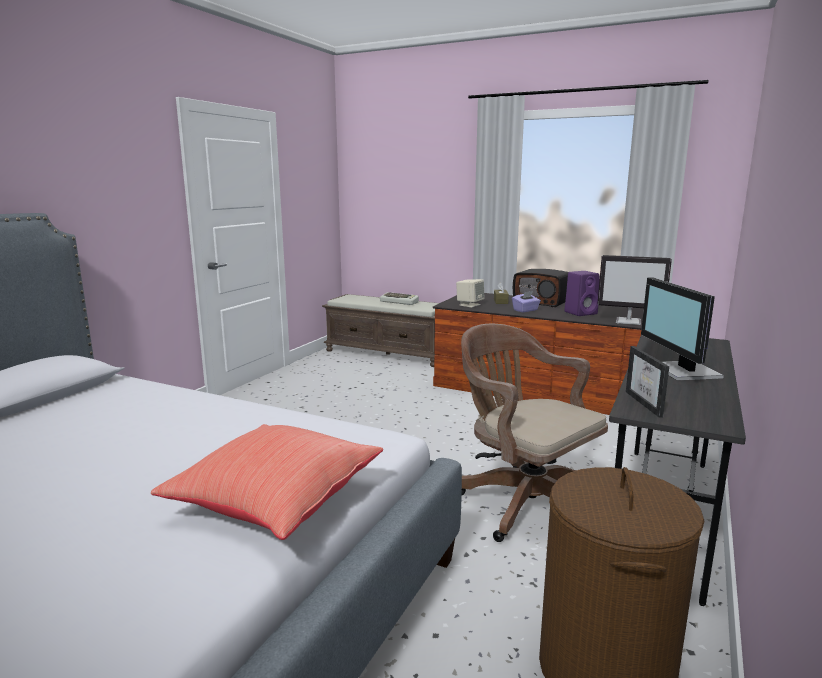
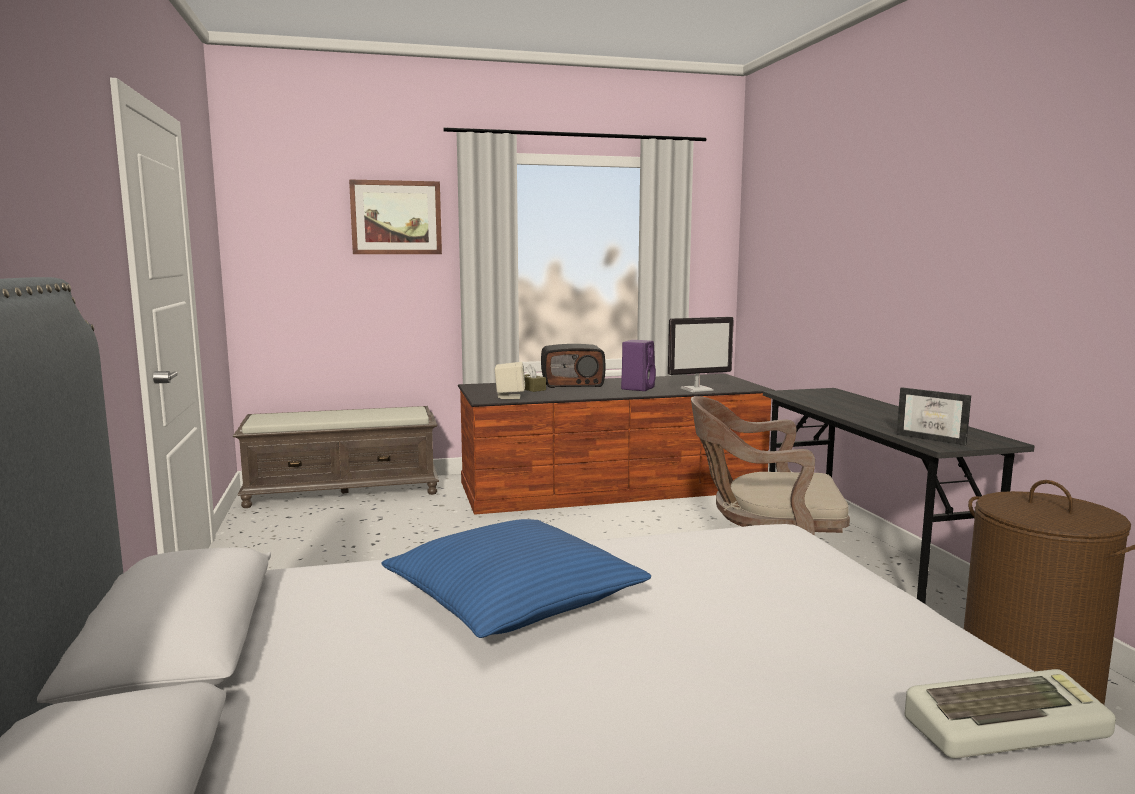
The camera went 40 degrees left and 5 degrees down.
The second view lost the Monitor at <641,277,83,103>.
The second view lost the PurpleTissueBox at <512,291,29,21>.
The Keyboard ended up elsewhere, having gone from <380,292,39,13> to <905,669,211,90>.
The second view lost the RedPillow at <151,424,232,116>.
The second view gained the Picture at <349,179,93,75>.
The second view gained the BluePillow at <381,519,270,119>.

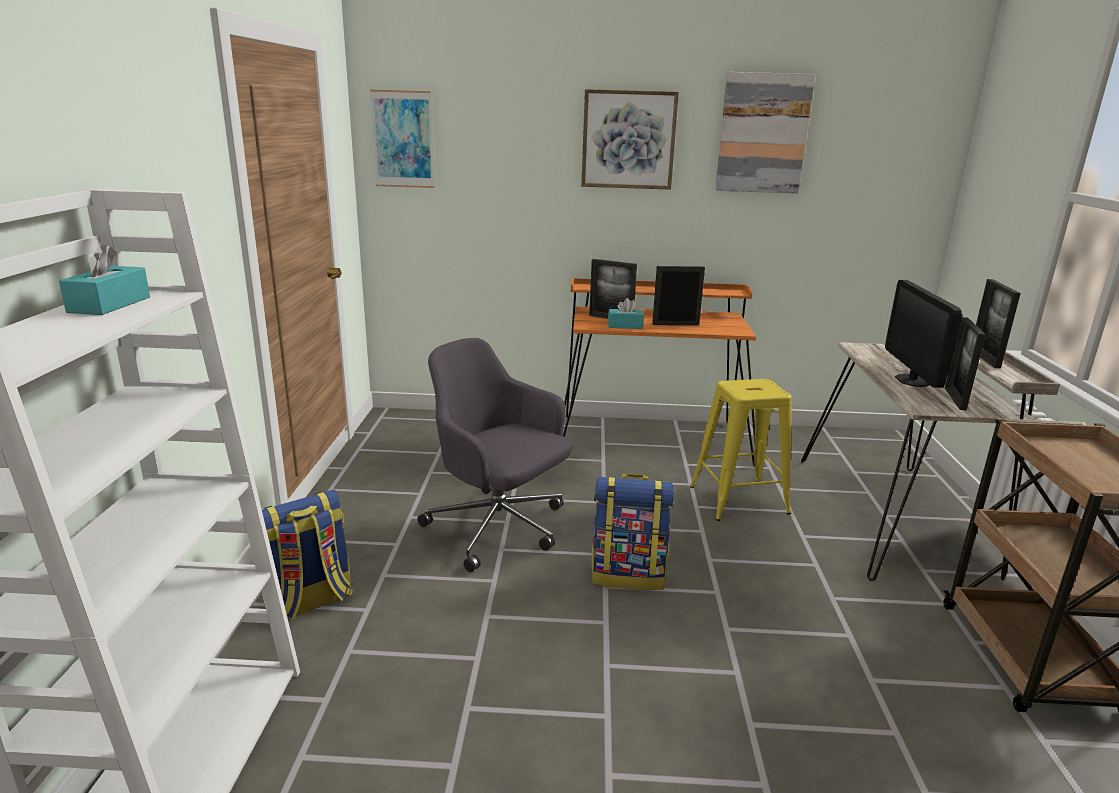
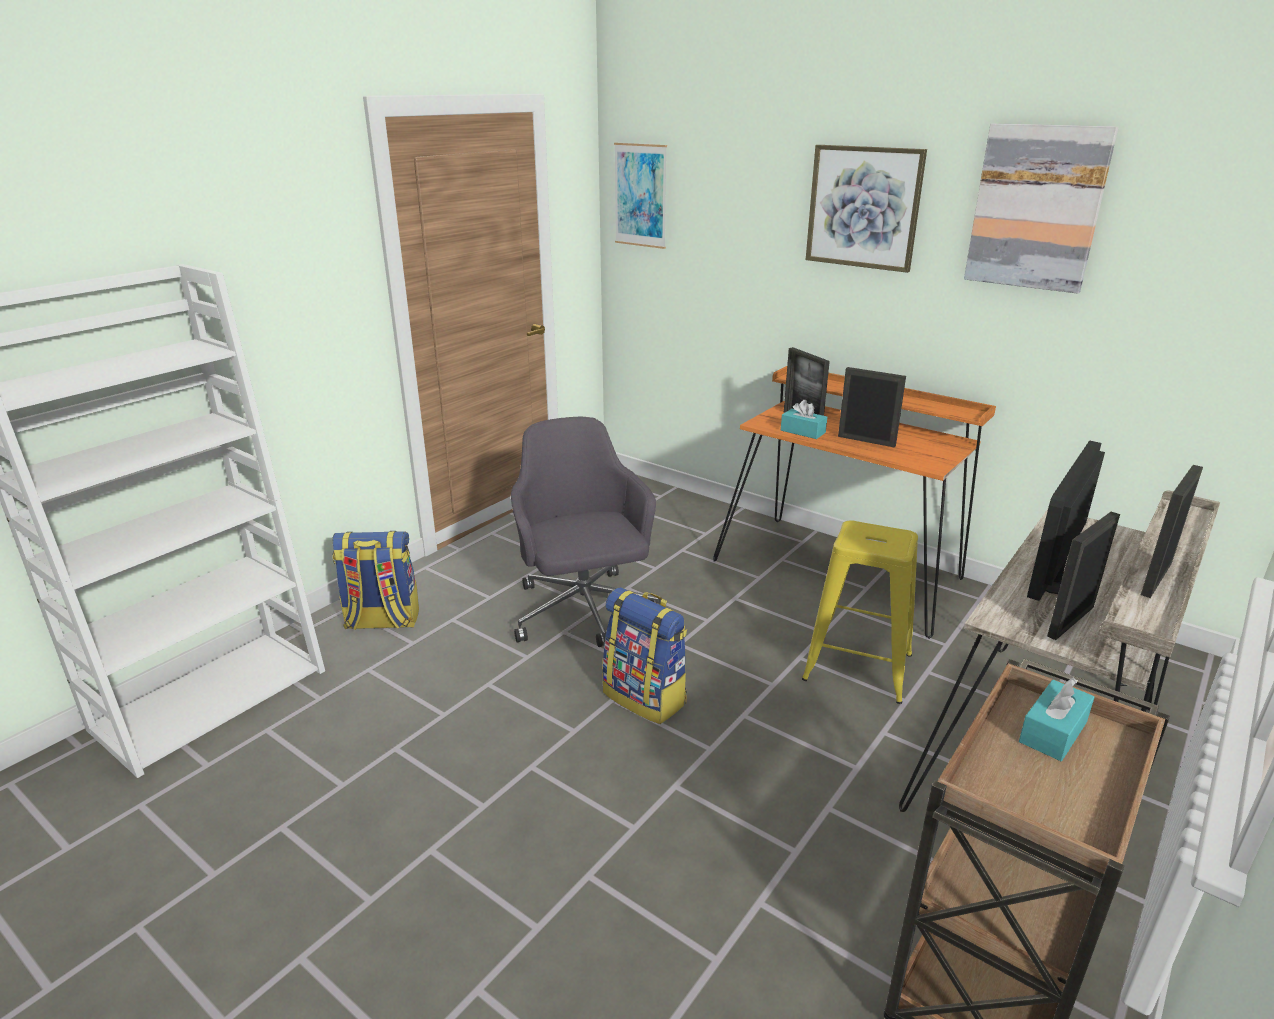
The camera went 35 degrees right and 5 degrees up.
The TurquoiseTissueBox ended up elsewhere, having gone from <59,243,91,72> to <1019,677,76,84>.

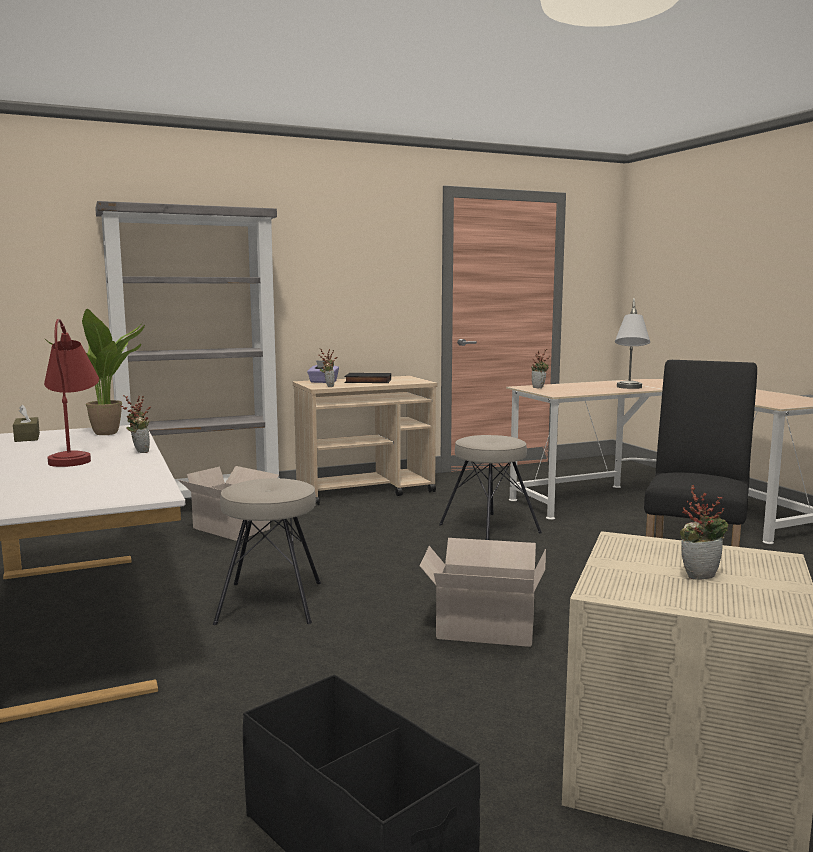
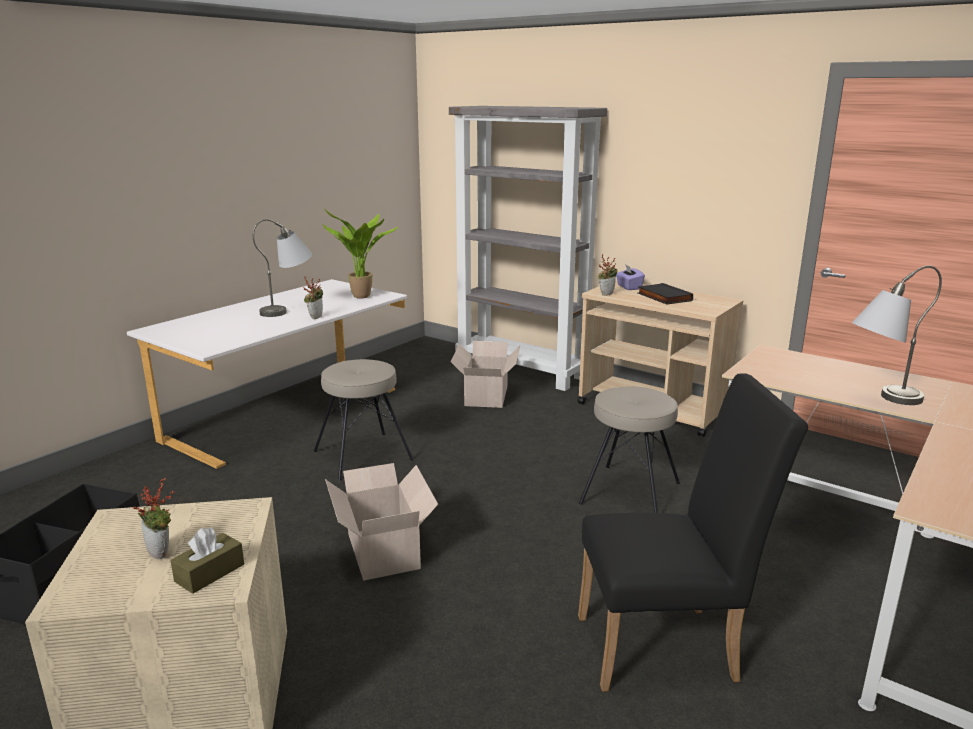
The camera went 60 degrees right and 10 degrees up.
What was the RedTableLamp at <44,319,55,148> turned into the GreyTableLamp at <253,219,59,98>.
The second view lost the PottedPlant at <531,349,20,40>.
The BrownTissueBox ended up elsewhere, having gone from <13,404,27,38> to <170,527,74,67>.

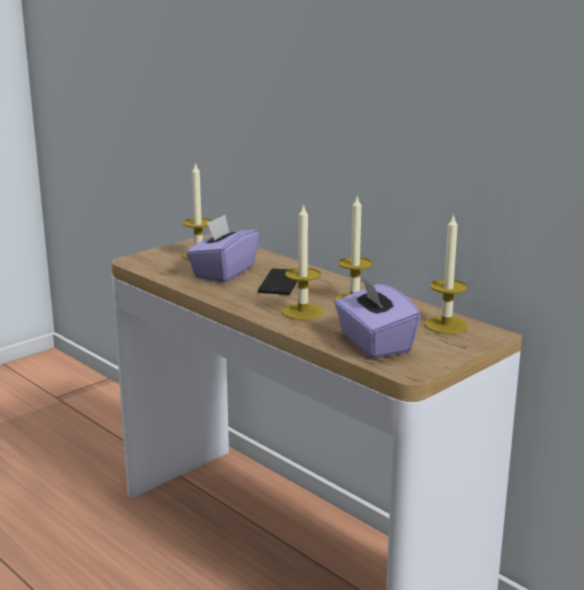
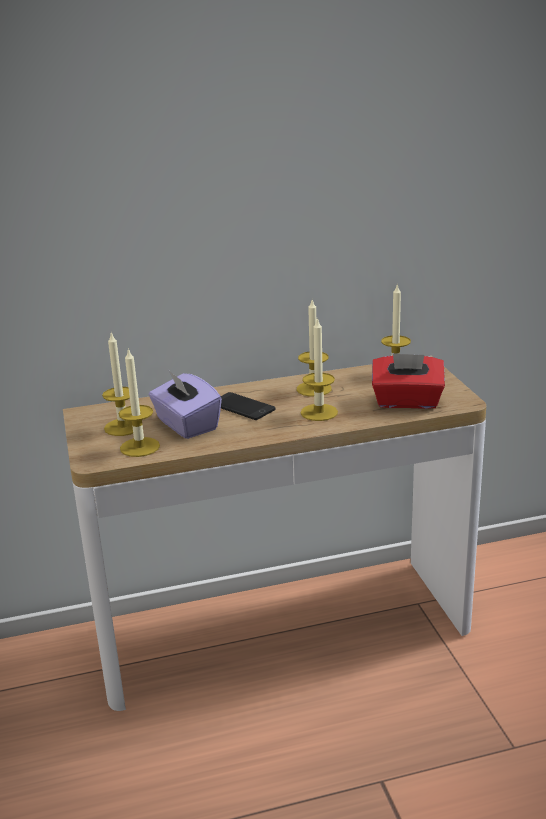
The camera went 60 degrees left and 5 degrees up.
What was the PurpleTissueBox at <334,277,87,82> turned into the RedTissueBox at <372,353,73,56>.
The second view gained the Candle at <119,348,41,109>.

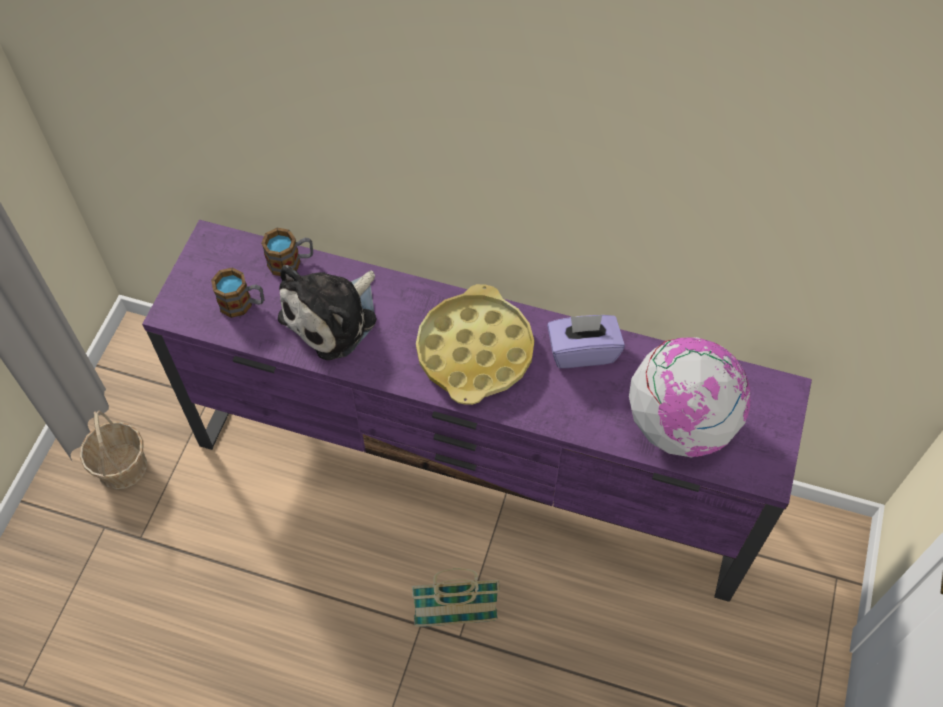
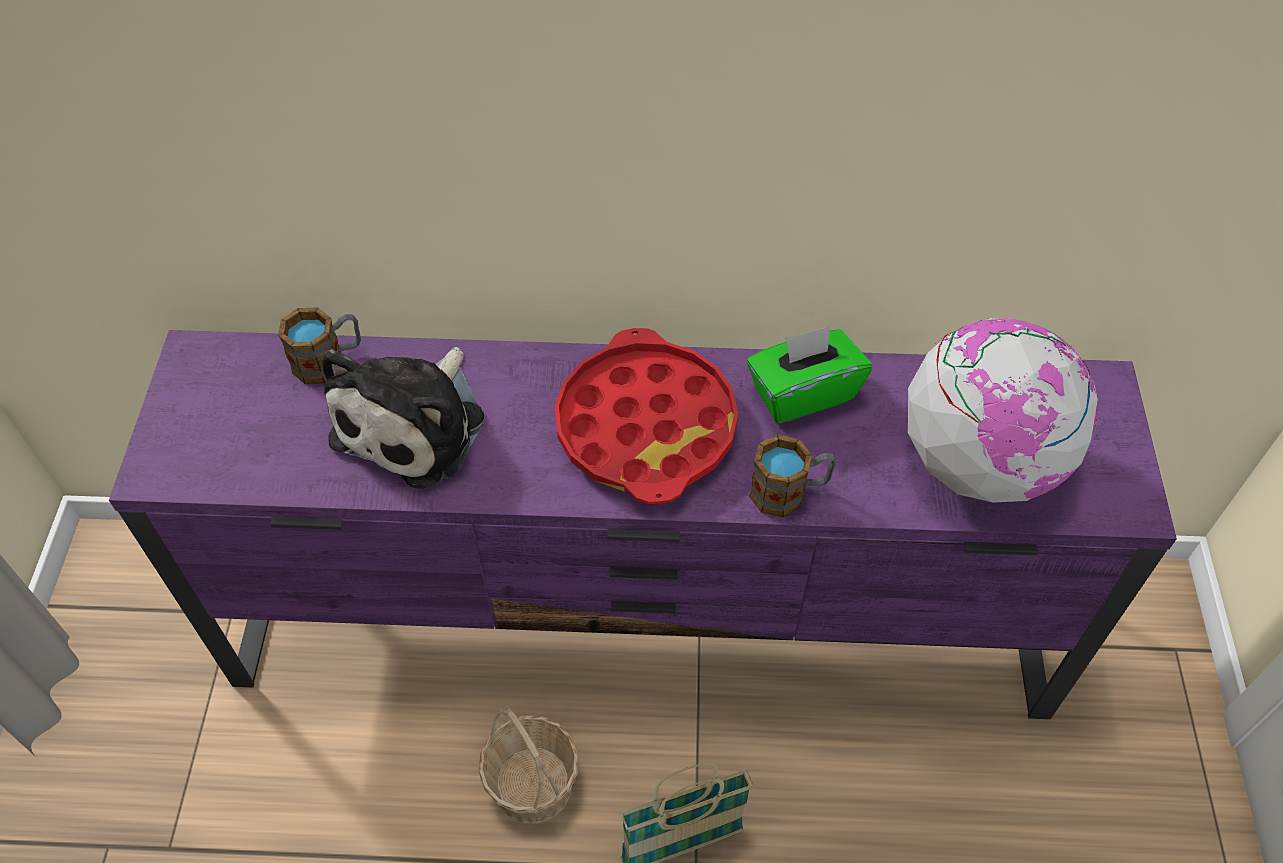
The camera went 15 degrees left and 5 degrees down.
The Mug ended up elsewhere, having gone from <211,267,53,51> to <749,434,87,83>.
What was the YellowTray at <416,284,118,121> turned into the RedTray at <555,328,183,176>.
What was the PurpleTissueBox at <547,315,78,53> turned into the GreenTissueBox at <747,326,125,97>.
The Basket ended up elsewhere, having gone from <80,411,67,78> to <478,706,101,118>.

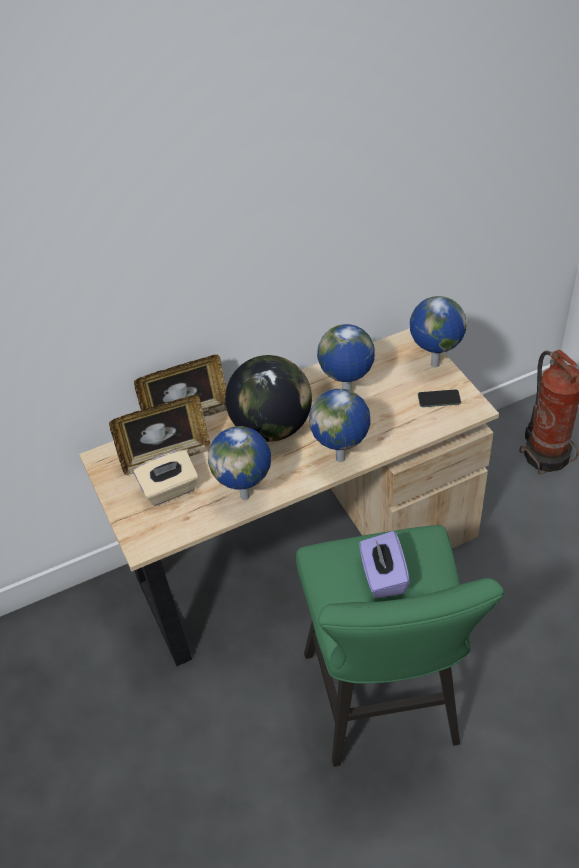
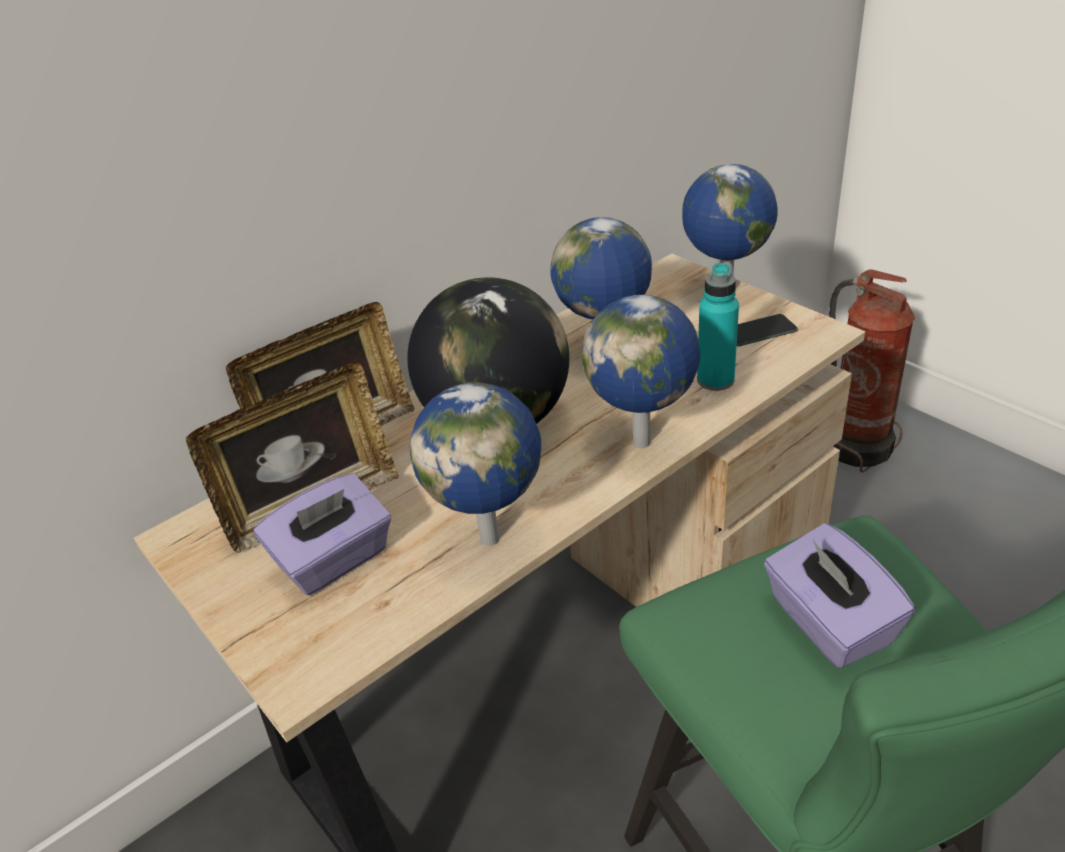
The camera went 15 degrees left and 10 degrees down.
What was the BeigeTissueBox at <134,450,64,56> turned into the PurpleTissueBox at <254,473,137,122>.
The second view gained the TurquoiseBottle at <697,263,42,128>.

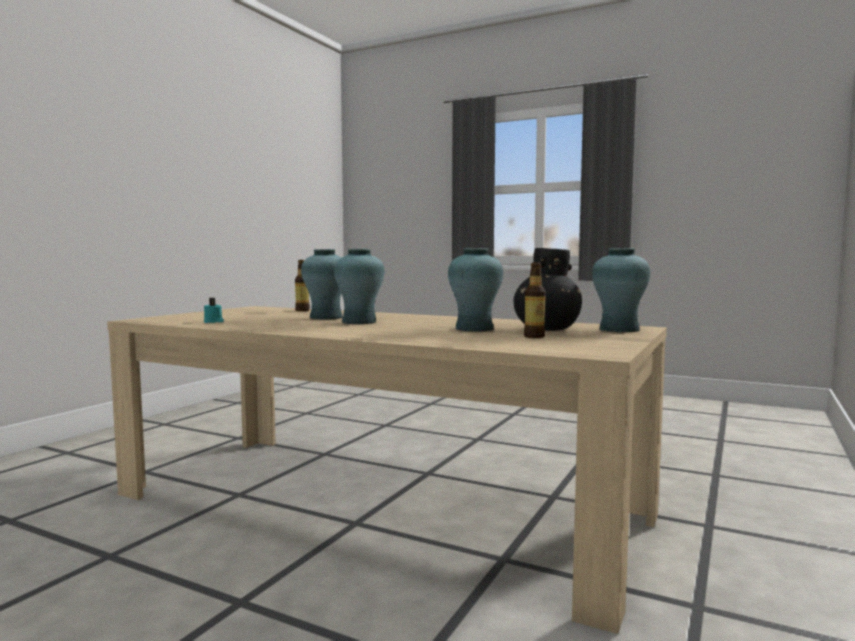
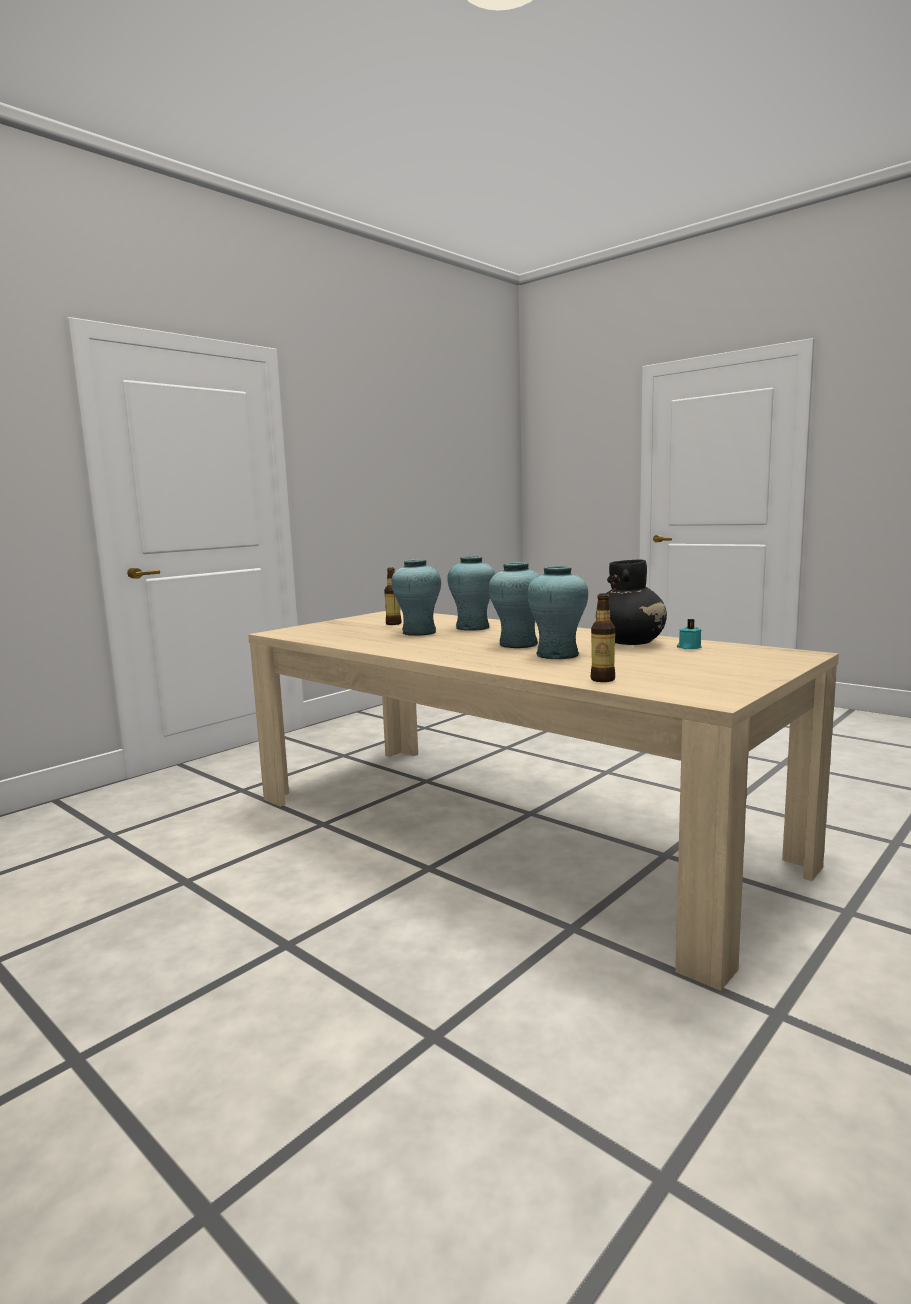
The camera went 165 degrees left and 5 degrees up.
The BlackVase ended up elsewhere, having gone from <513,248,69,83> to <596,559,71,86>.
The TurquoiseVase ended up elsewhere, having gone from <592,248,58,84> to <447,556,48,75>.

